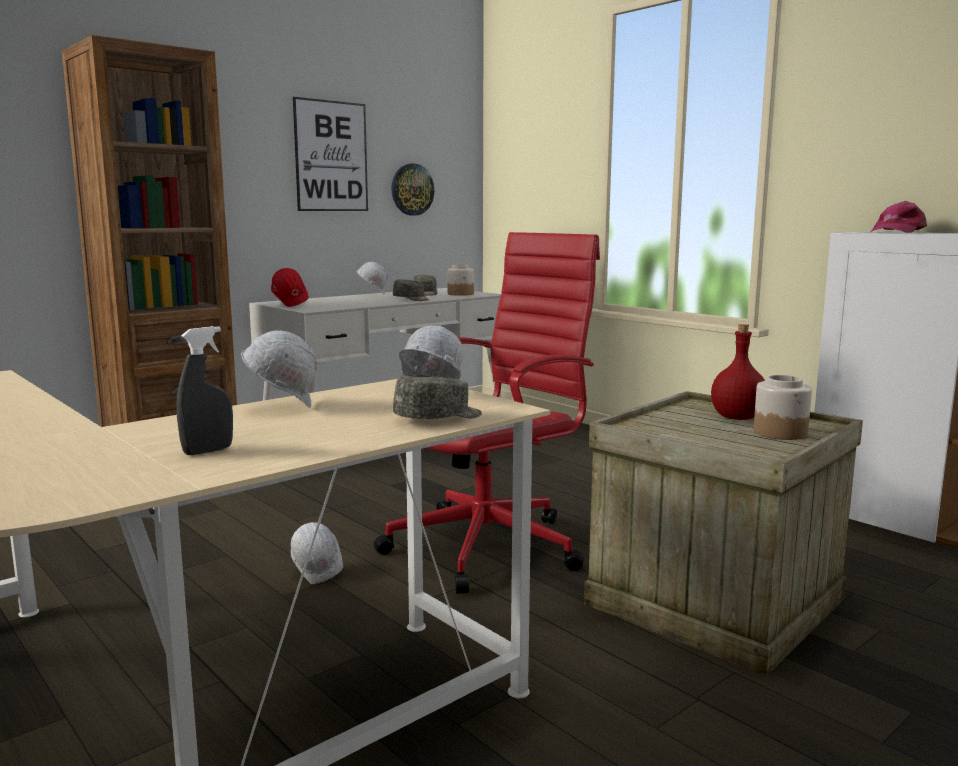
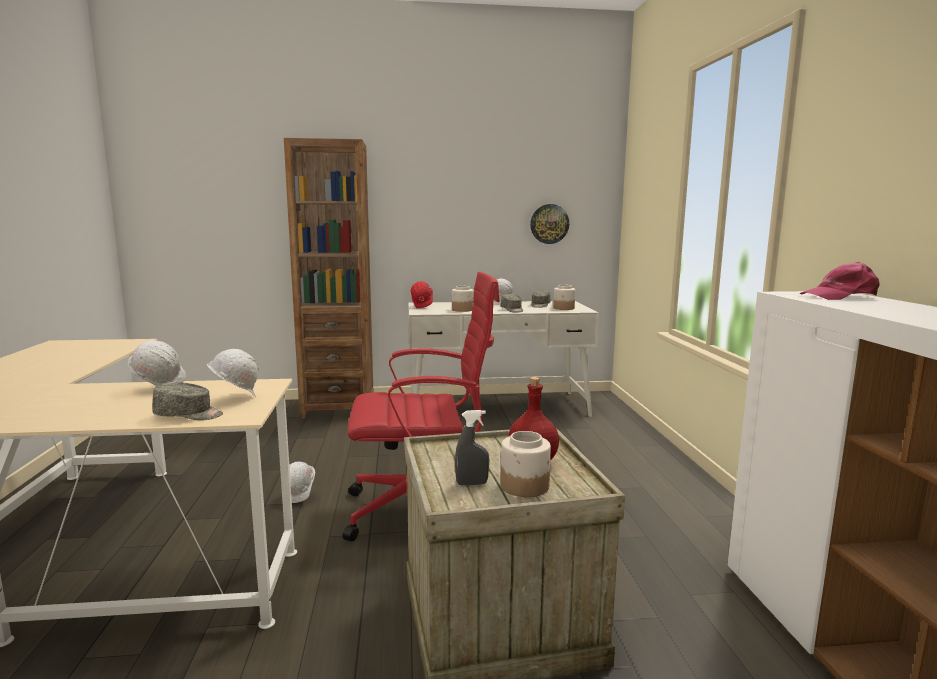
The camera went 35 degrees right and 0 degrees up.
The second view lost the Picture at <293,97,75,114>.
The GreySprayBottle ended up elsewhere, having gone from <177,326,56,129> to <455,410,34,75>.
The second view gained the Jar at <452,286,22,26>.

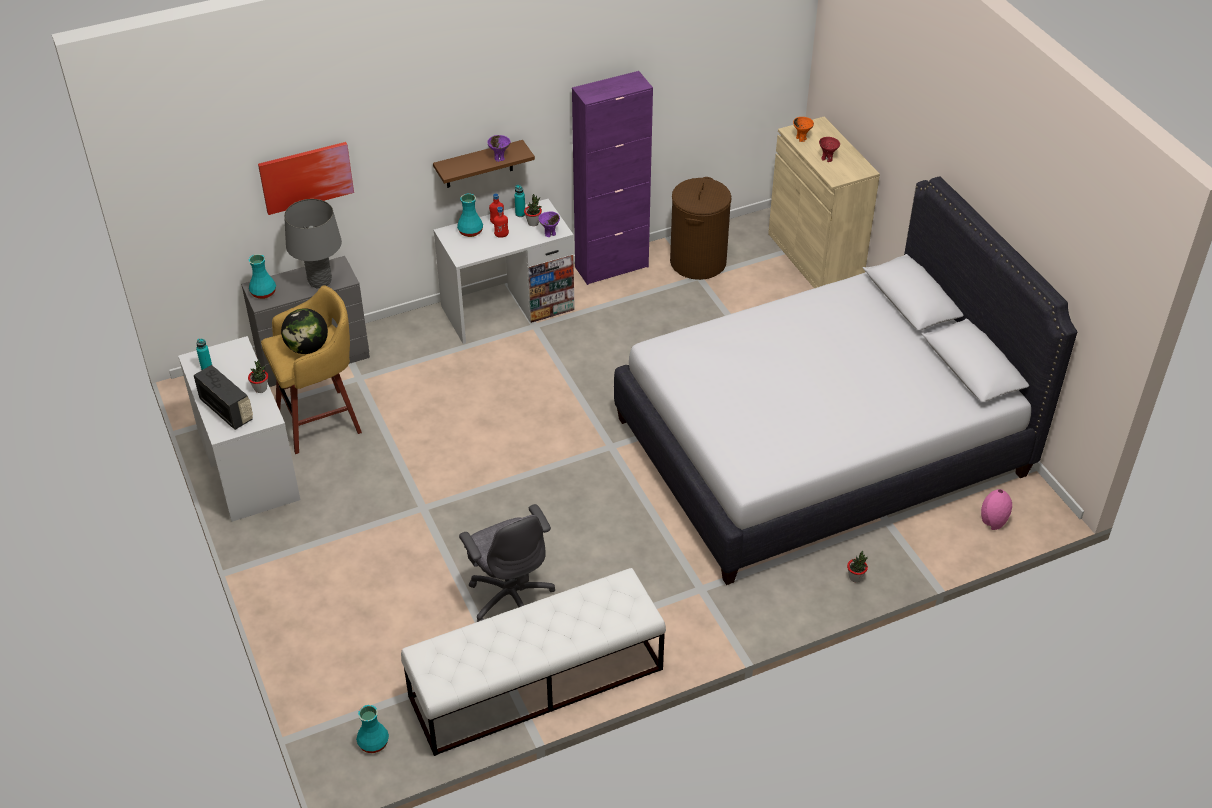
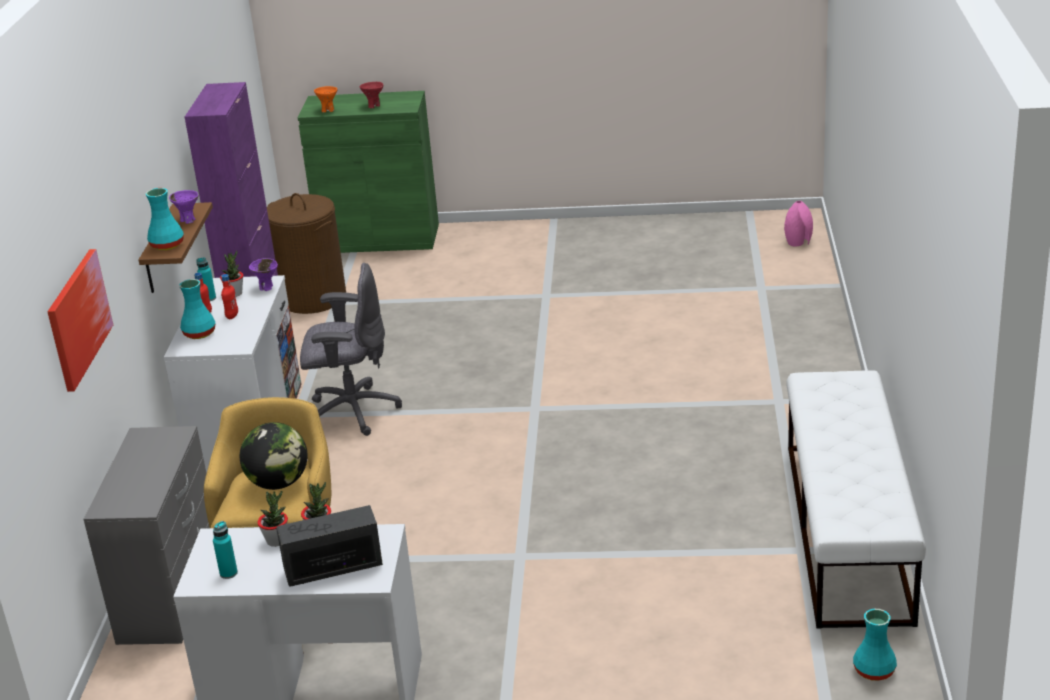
The camera went 60 degrees left and 15 degrees down.
What was the BeigeCabinet at <768,117,112,171> turned into the GreenCabinet at <298,91,141,162>.
The second view lost the WhiteBed at <614,176,463,409>.
The second view lost the GreyTableLamp at <284,199,58,89>.
The TurquoiseVase ended up elsewhere, having gone from <249,254,27,45> to <146,188,38,62>.
The GreyOfficeChair ended up elsewhere, having gone from <459,504,96,118> to <300,263,102,173>.
The PottedPlant ended up elsewhere, having gone from <847,551,21,31> to <258,490,30,57>.

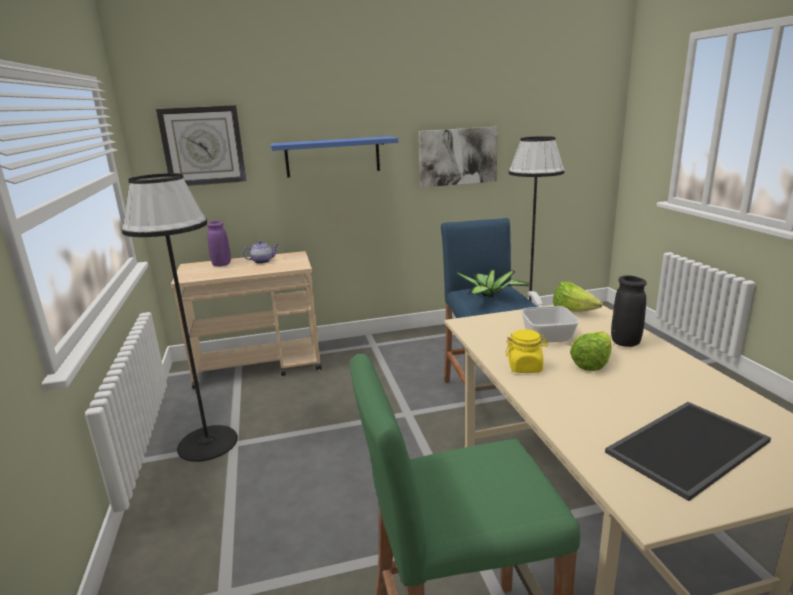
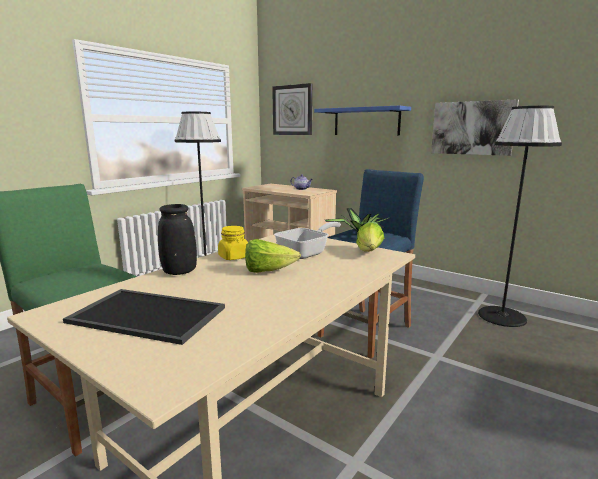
The camera went 50 degrees right and 5 degrees down.
The second view lost the PurpleVase at <207,221,24,45>.
The BlackVase ended up elsewhere, having gone from <611,275,36,72> to <158,204,39,71>.

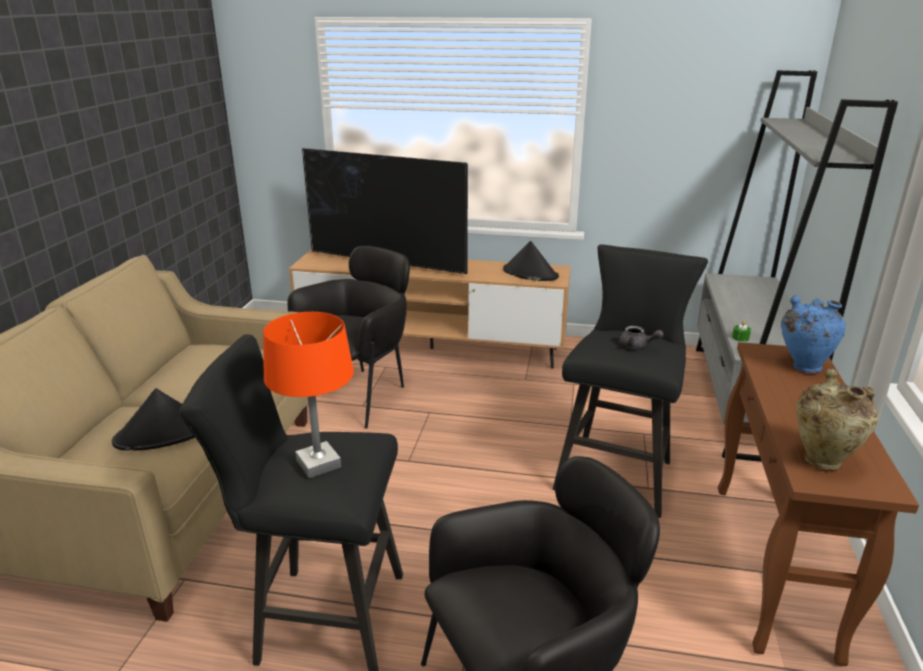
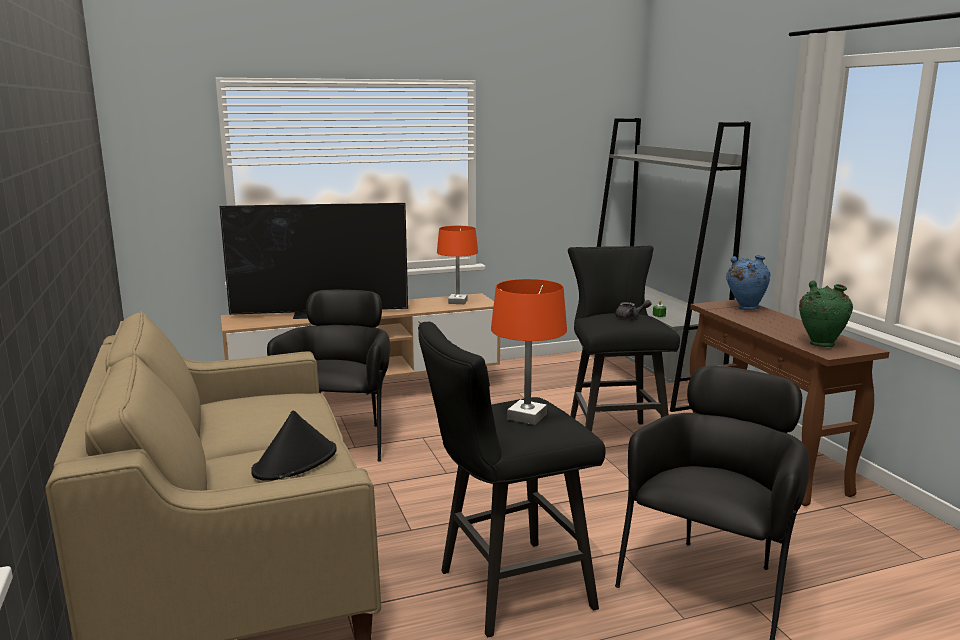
The camera went 30 degrees left and 10 degrees down.
Where the BlackHat stood at <503,241,56,40>, the OrangeTableLamp came to stand at <437,226,41,78>.
What was the BeigeVase at <797,368,82,102> turned into the GreenVase at <799,281,54,66>.

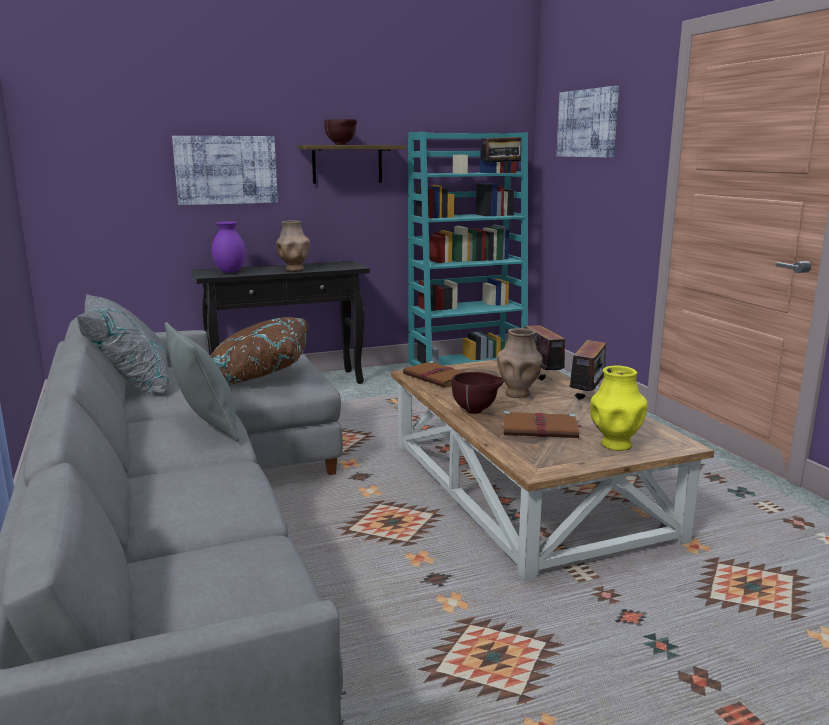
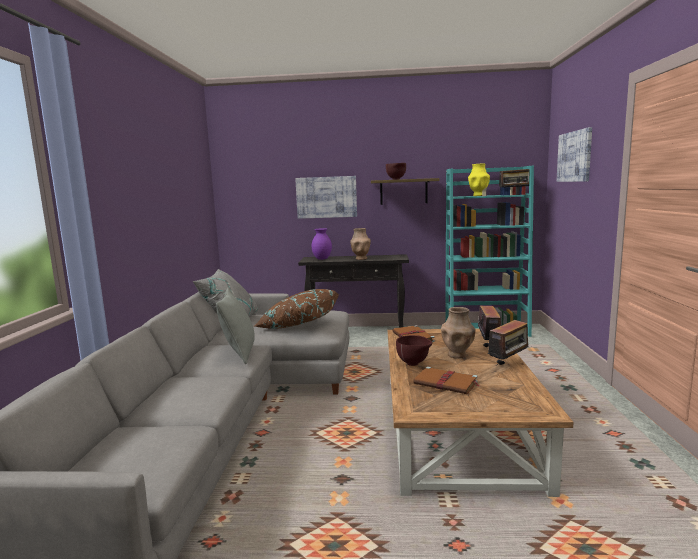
The camera went 25 degrees right and 5 degrees down.
The YellowVase ended up elsewhere, having gone from <590,366,58,85> to <468,163,22,33>.

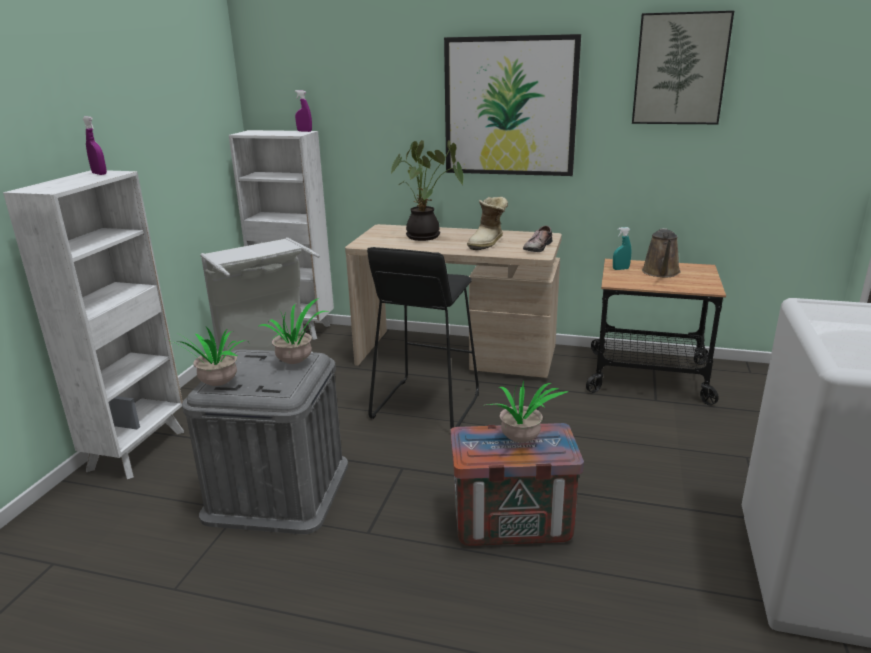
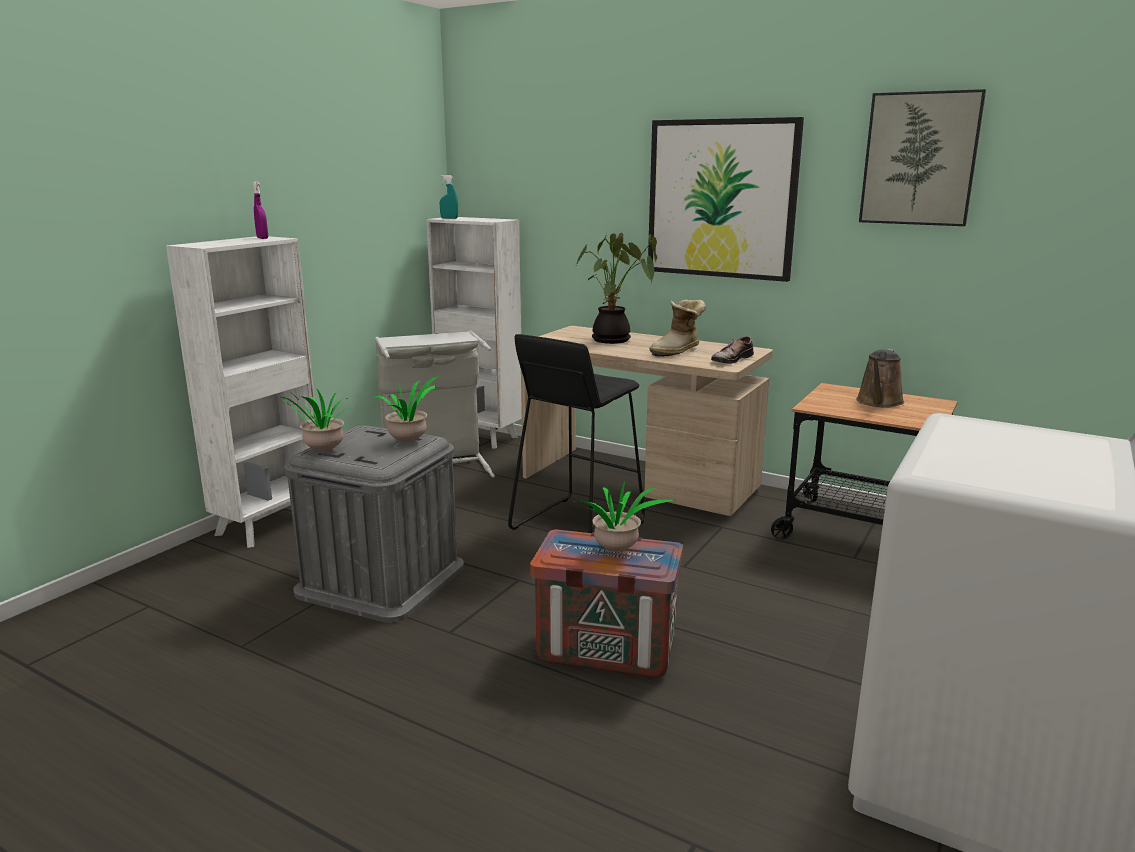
The camera went 15 degrees right and 5 degrees down.
The second view lost the PurpleSprayBottle at <295,90,17,42>.
The TurquoiseSprayBottle ended up elsewhere, having gone from <613,227,18,43> to <440,175,18,44>.

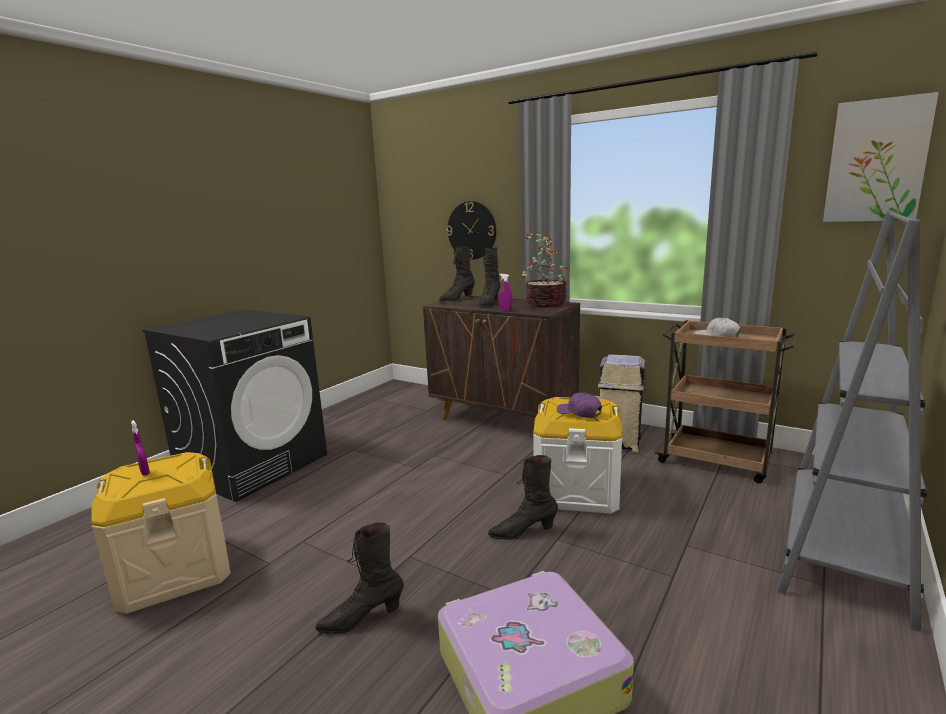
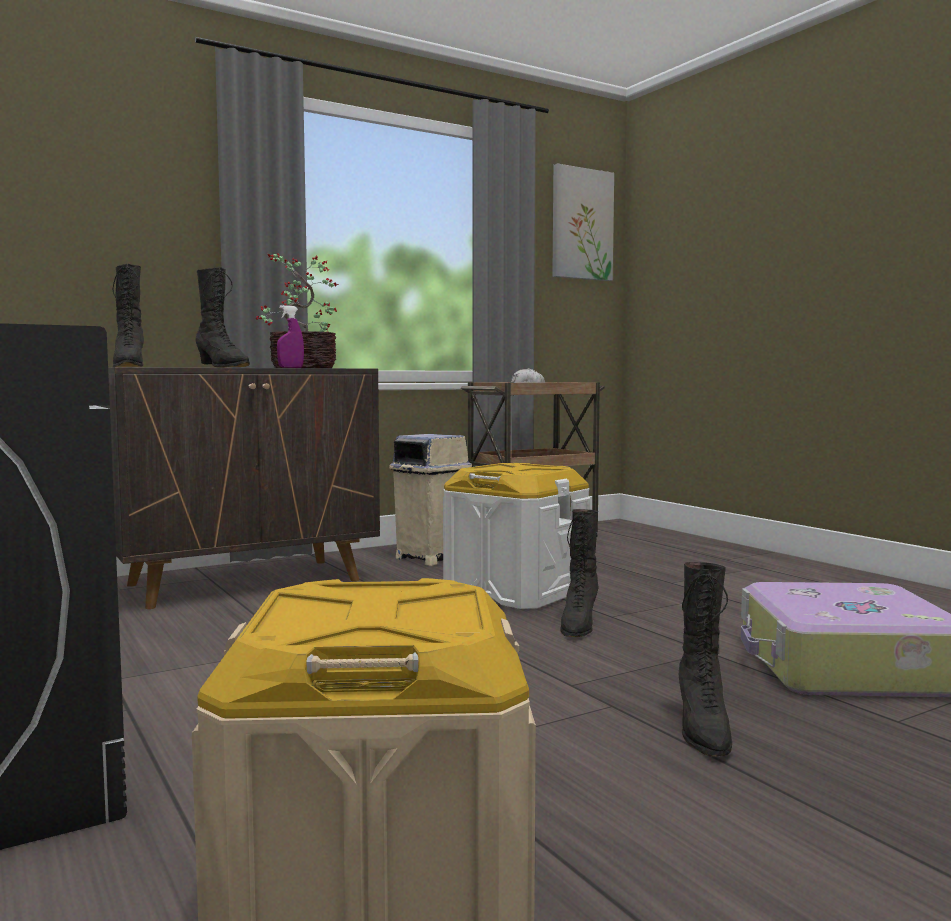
The camera went 65 degrees left and 10 degrees down.
The second view lost the WallClock at <447,201,49,58>.
The second view lost the GreyBookcase at <777,211,150,420>.
The second view lost the PurpleCap at <557,392,45,26>.
The second view lost the PurpleSprayBottle at <131,420,19,56>.

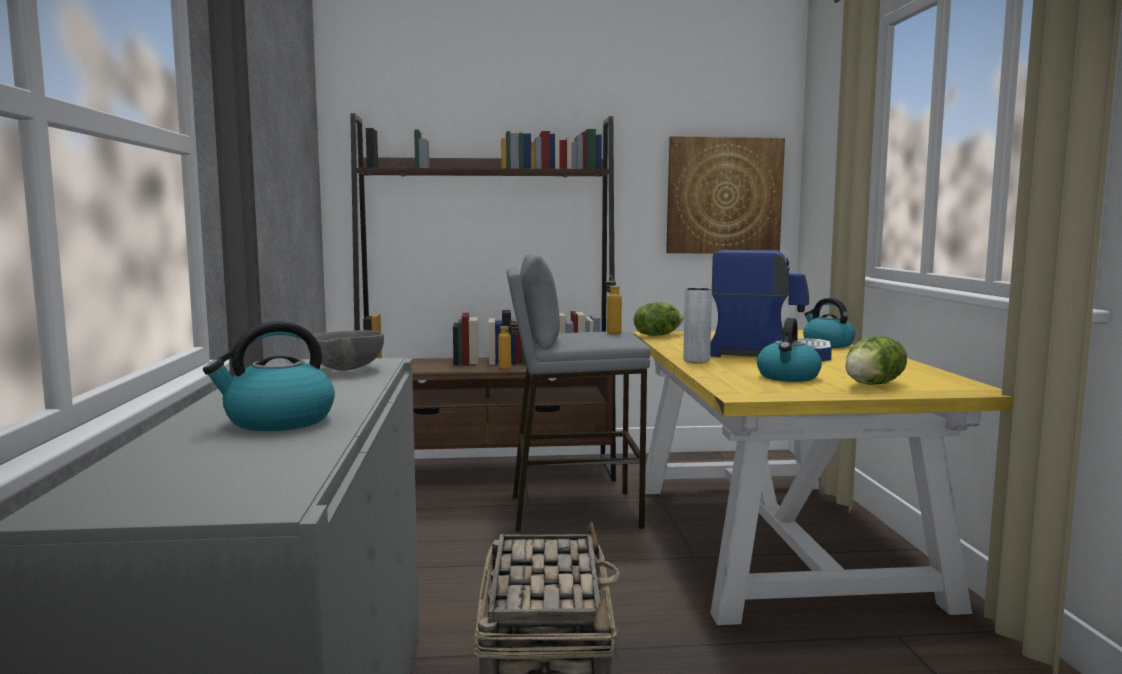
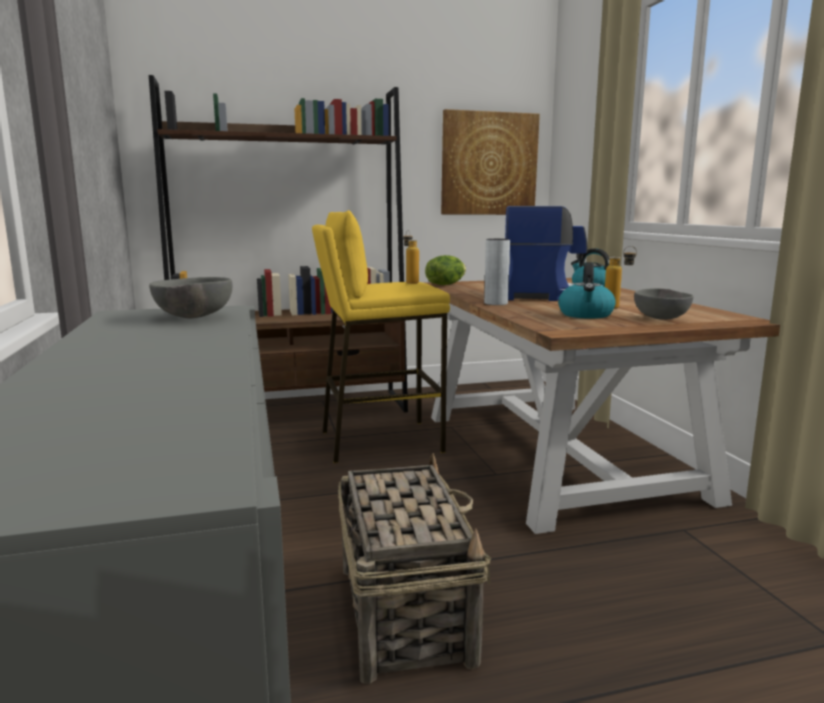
The camera went 10 degrees left and 5 degrees up.
What was the GreyStool at <507,254,143,278> turned into the YellowStool at <312,210,138,253>.
The Bottle ended up elsewhere, having gone from <498,318,21,51> to <605,246,32,63>.
The second view lost the Kettle at <203,321,132,110>.
What was the YellowDiningTable at <633,330,381,295> turned into the BrownDiningTable at <426,278,354,256>.
Where the Lettuce stood at <845,336,62,49>, the GreyBowl came to stand at <634,288,60,32>.

